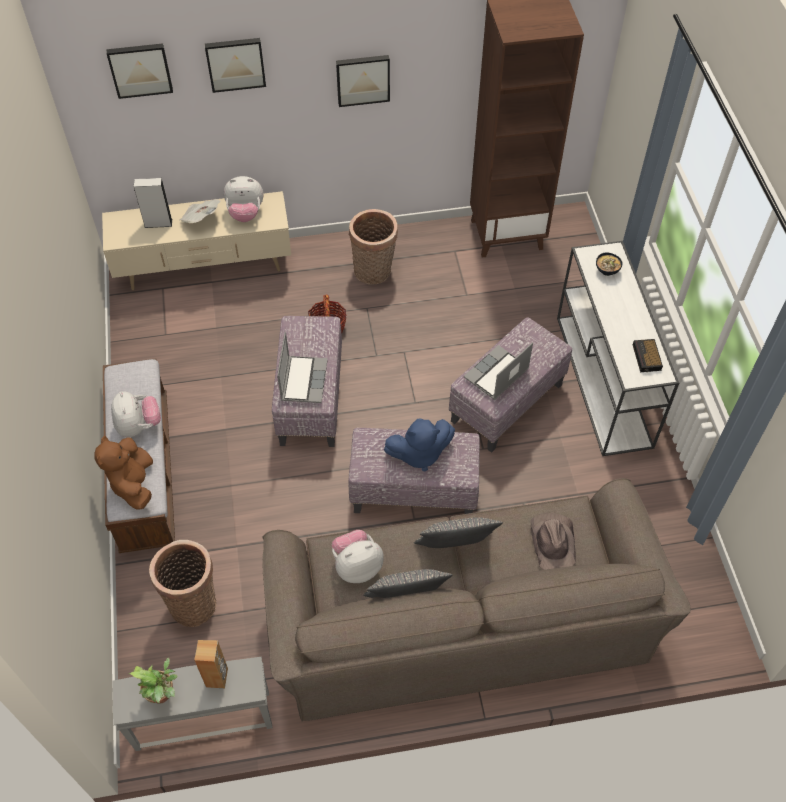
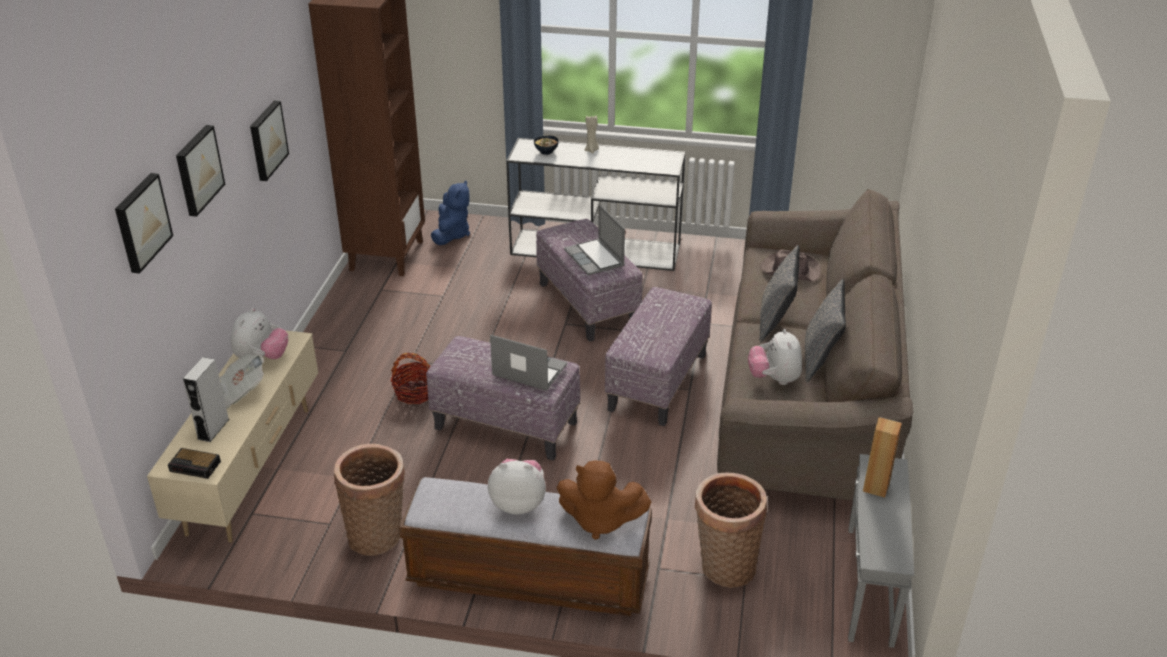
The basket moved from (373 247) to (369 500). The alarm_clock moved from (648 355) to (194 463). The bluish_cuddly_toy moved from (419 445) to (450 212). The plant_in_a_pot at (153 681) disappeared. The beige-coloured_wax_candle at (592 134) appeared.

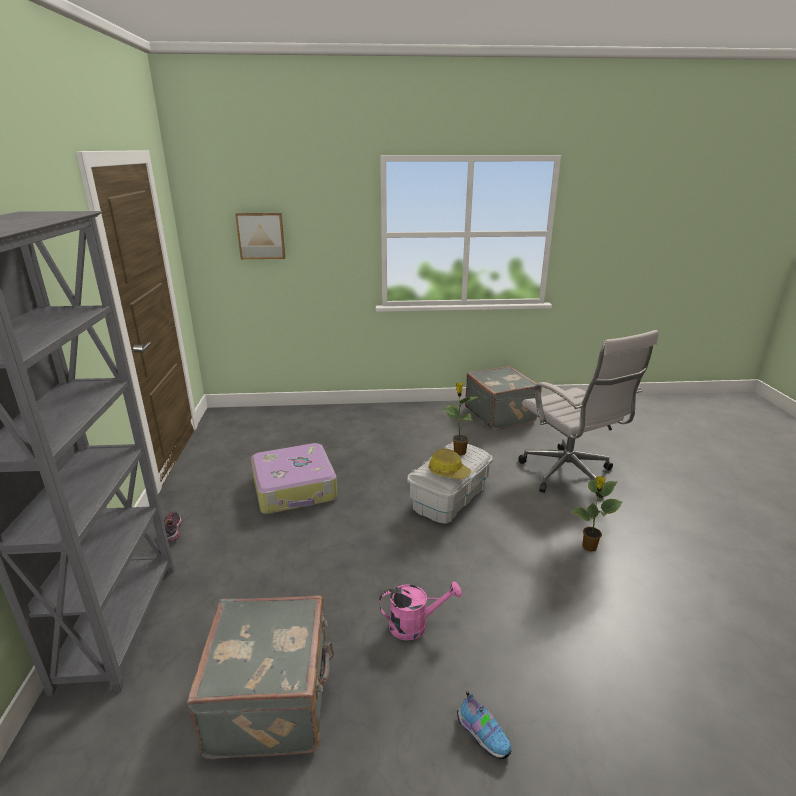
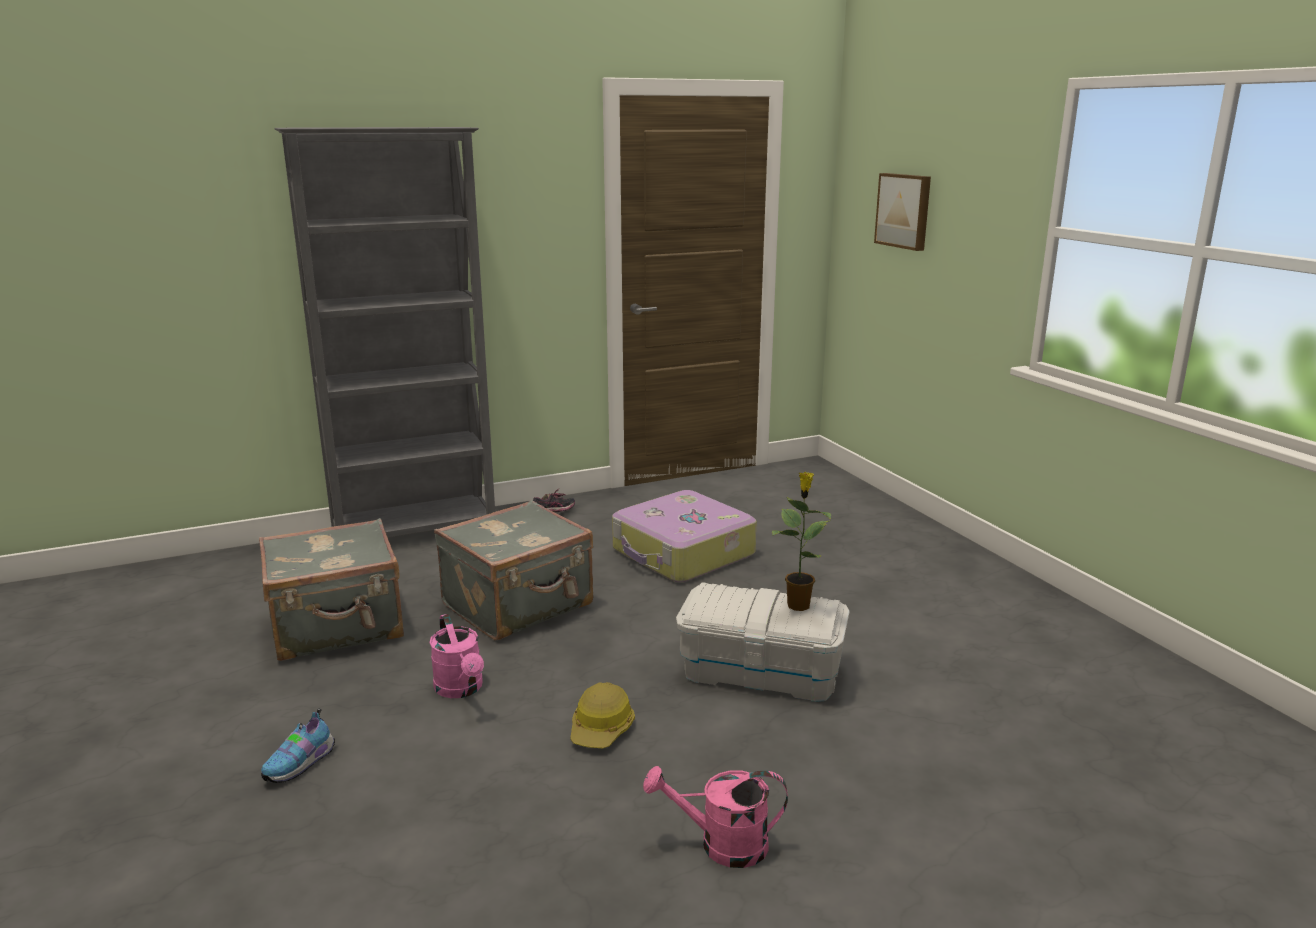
The whitish_computer_chair at (588 414) disappeared. The greyish_piece_of_luggage moved from (503 398) to (513 570). The hard_hat moved from (449 463) to (602 715). The plant_in_a_pot at (596 514) was replaced by the pink_sprinkling_can at (715 817).

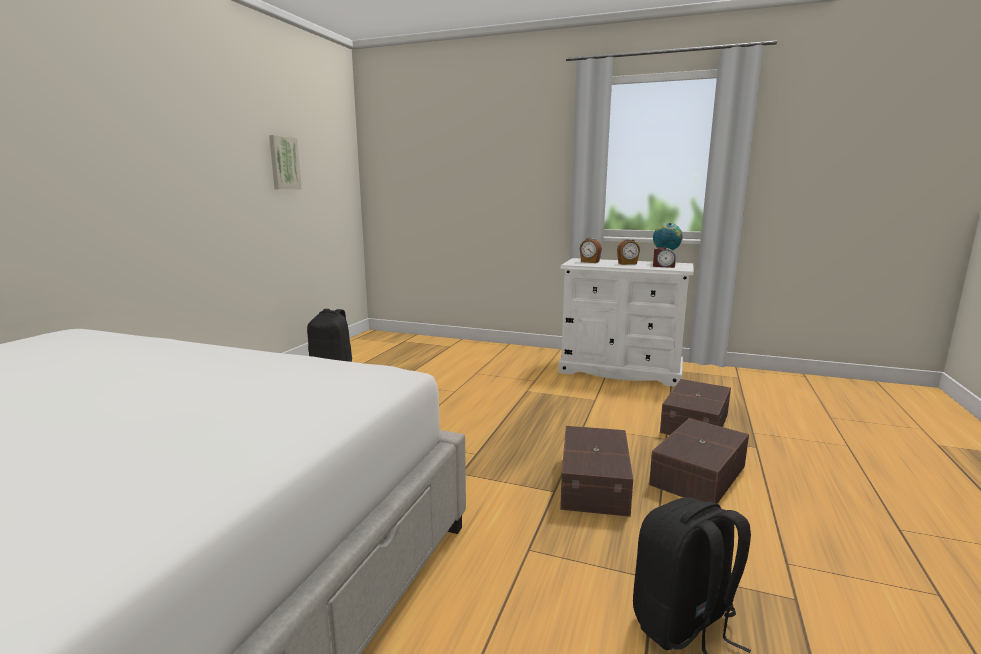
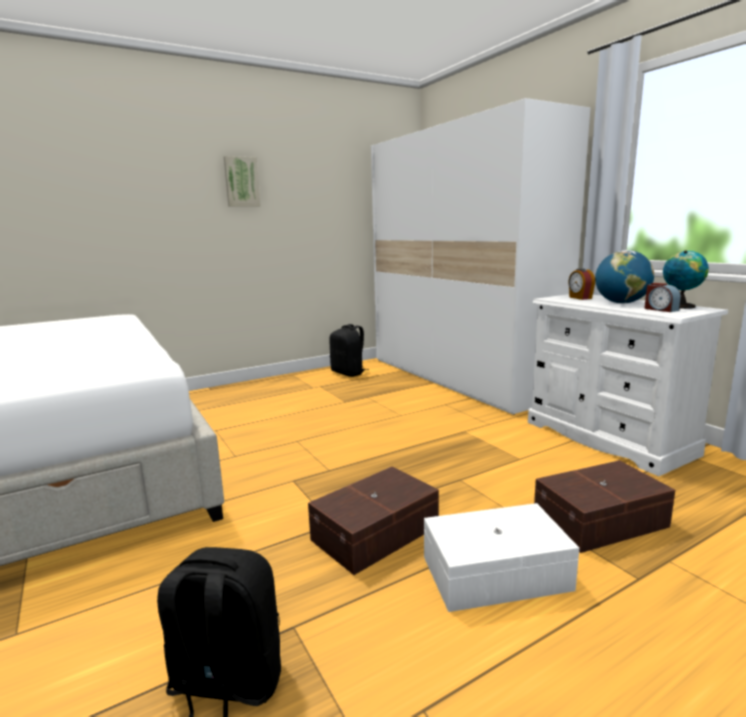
The picture moved from (285 162) to (242 181). The alarm_clock at (628 252) was replaced by the world_globe at (624 277). The brownish_storage_bin at (699 461) became the whitish_storage_bin at (501 557). The whitish_armoire at (481 256) appeared.

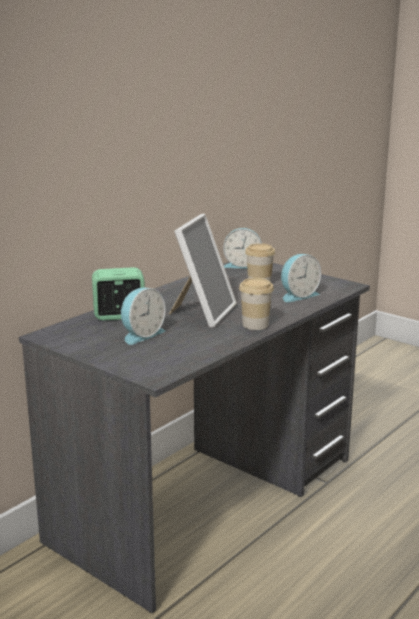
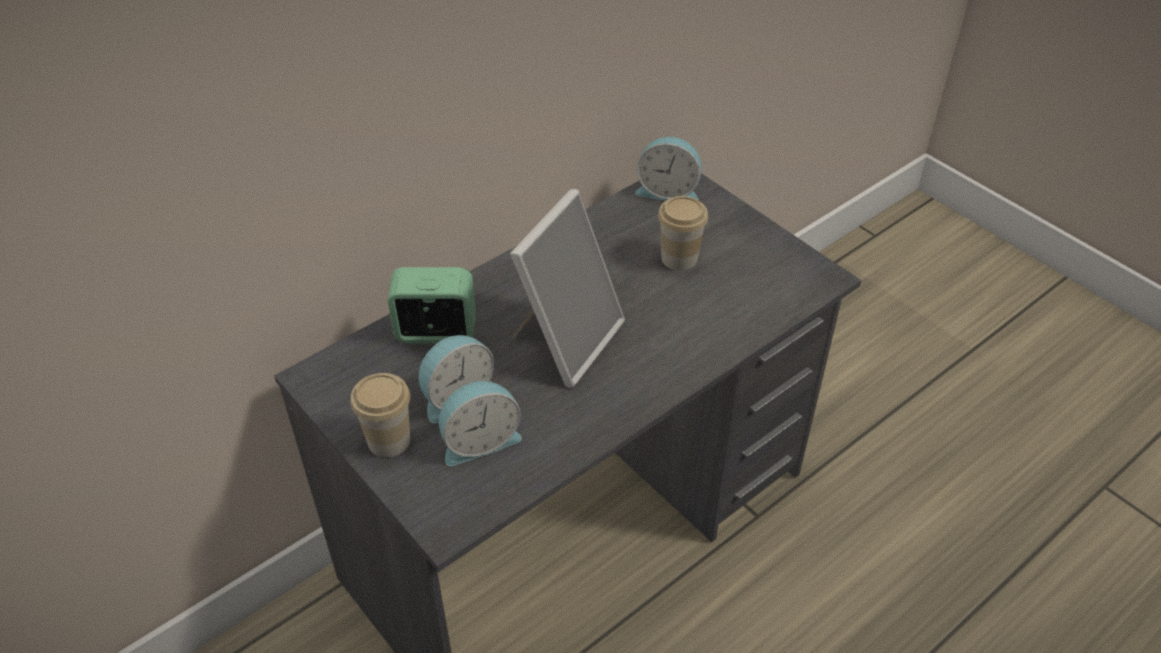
The alarm_clock moved from (301 278) to (480 423). The small_cup moved from (256 304) to (380 415).

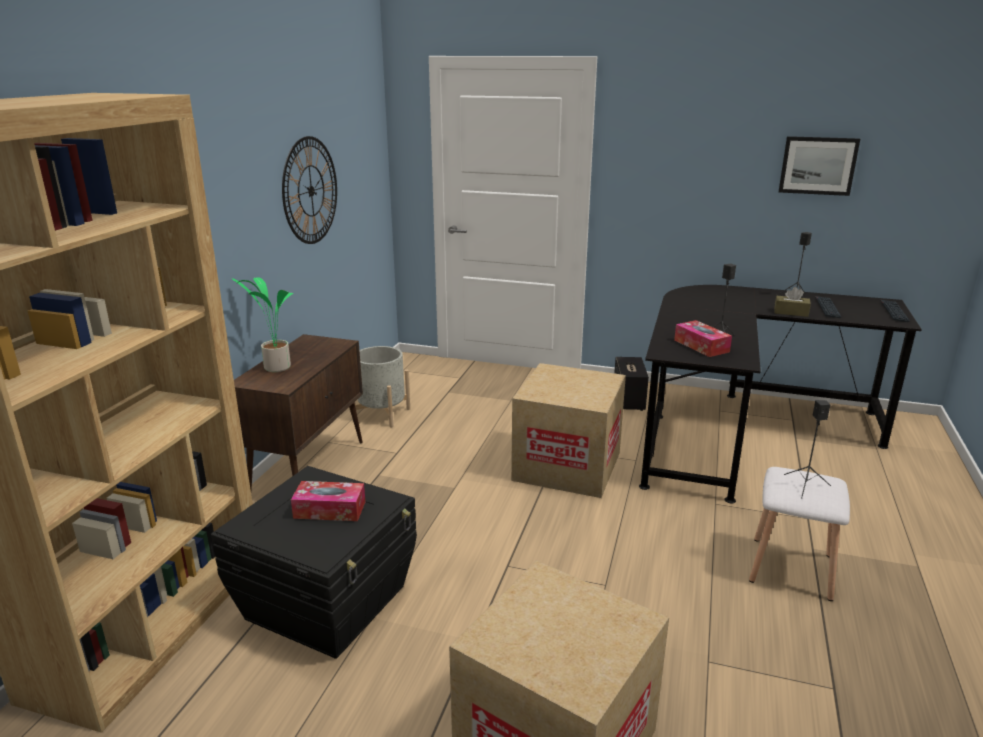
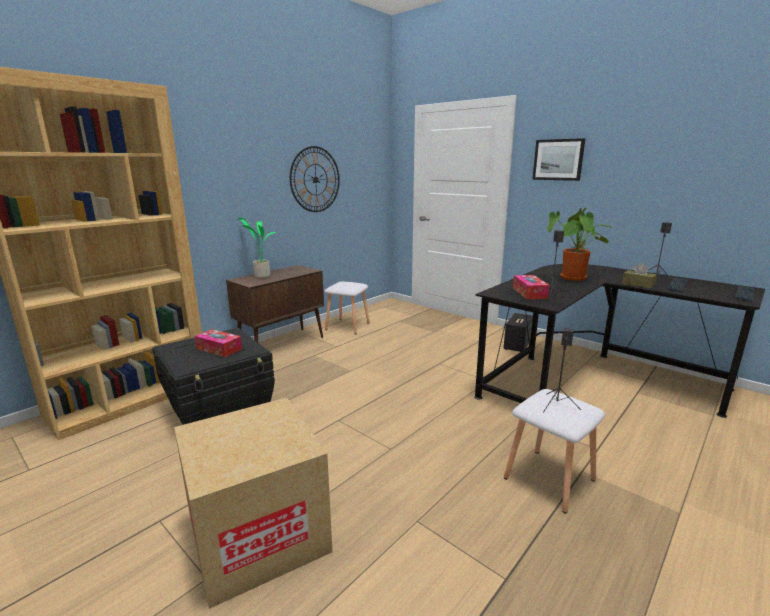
The picture moved from (819 166) to (558 159). The greyish_plant_pot at (382 387) was replaced by the whitish_sitting_stool at (347 307). The packing_box at (568 430) disappeared. The plant_in_a_pot at (580 244) appeared.

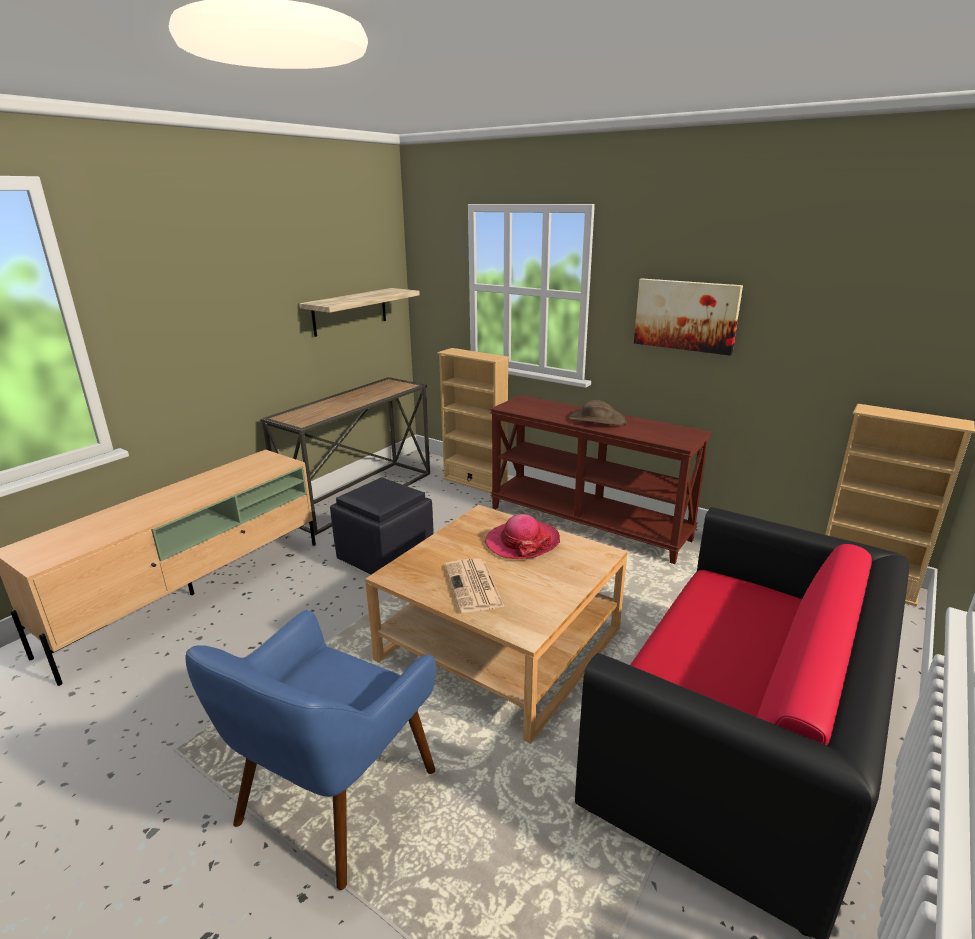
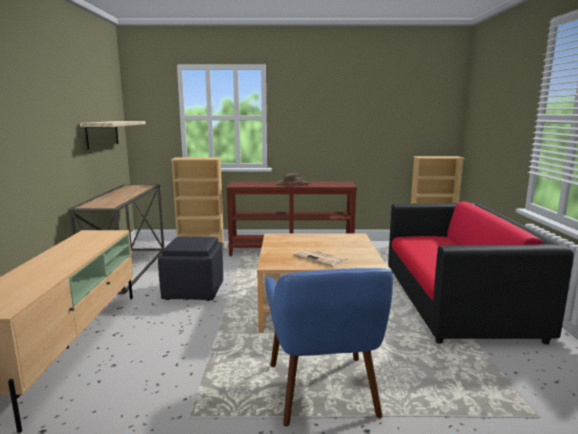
The picture at (688 317) disappeared. The hat at (522 536) disappeared.

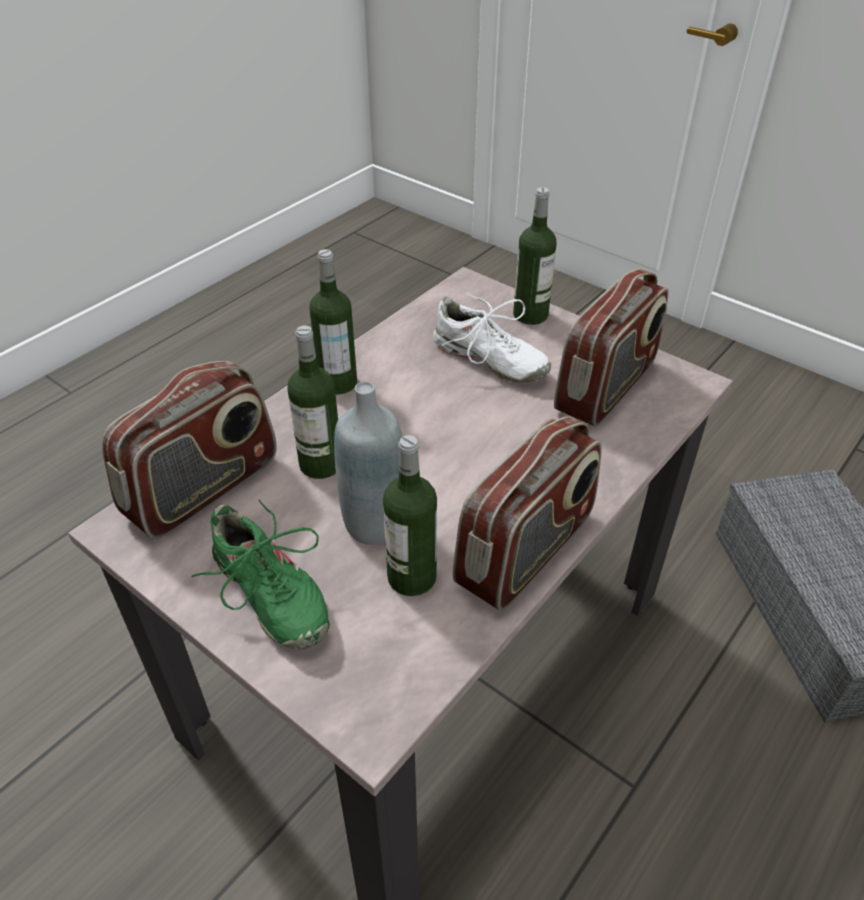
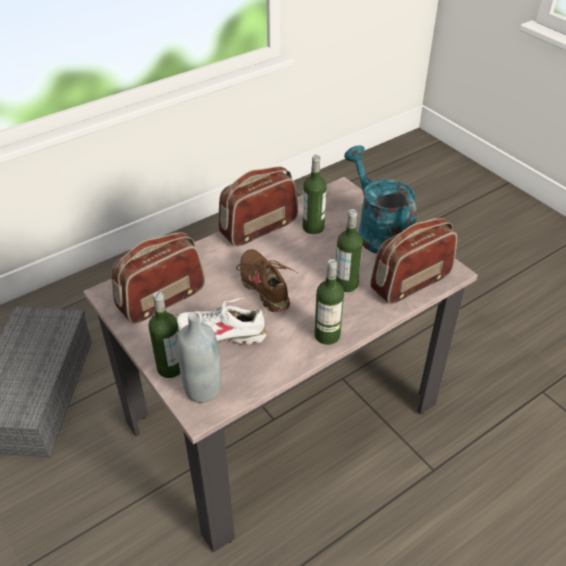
The whitish_low_shoe at (492 338) turned 45 degrees counterclockwise. The greyish_drink_bottle moved from (368 463) to (199 357). The greenish_low_shoe at (260 575) was replaced by the blue-green_sprinkling_can at (380 199). The brownish_low_shoe at (267 280) appeared.

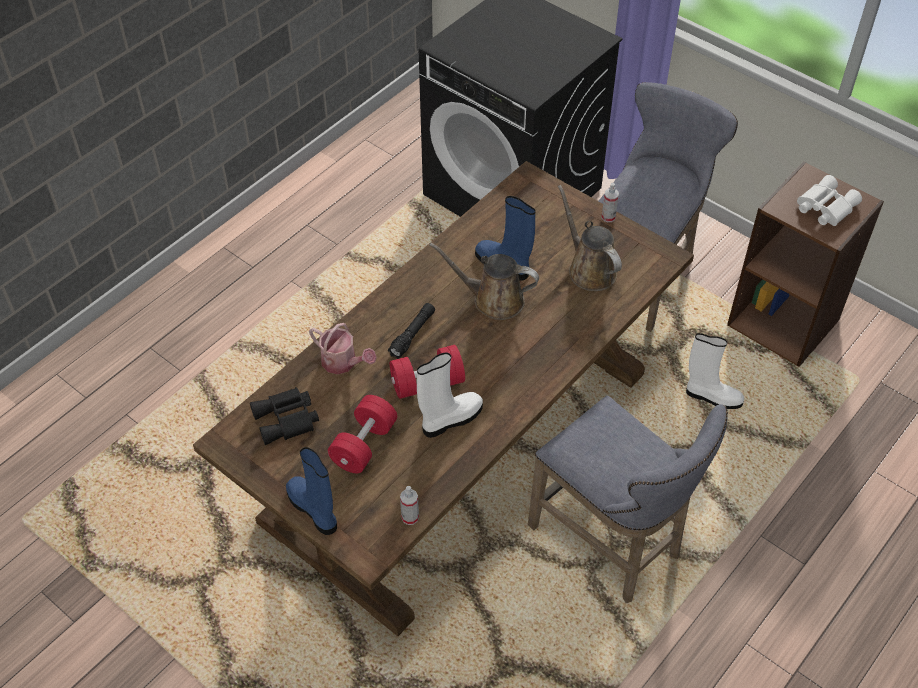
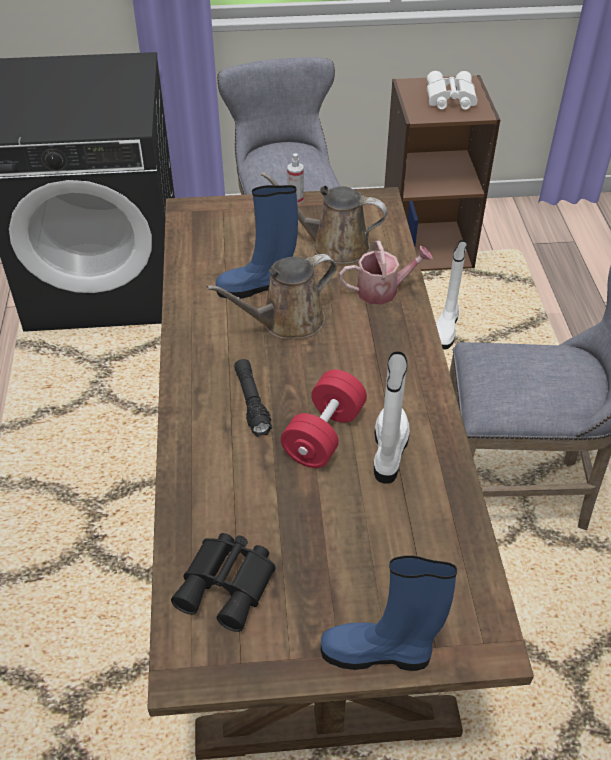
The sprinkling_can moved from (343 348) to (386 273). The whitish_tall_boot at (715 371) turned 135 degrees clockwise. The red_free_weight at (362 434) disappeared. The sprayer at (409 505) disappeared.

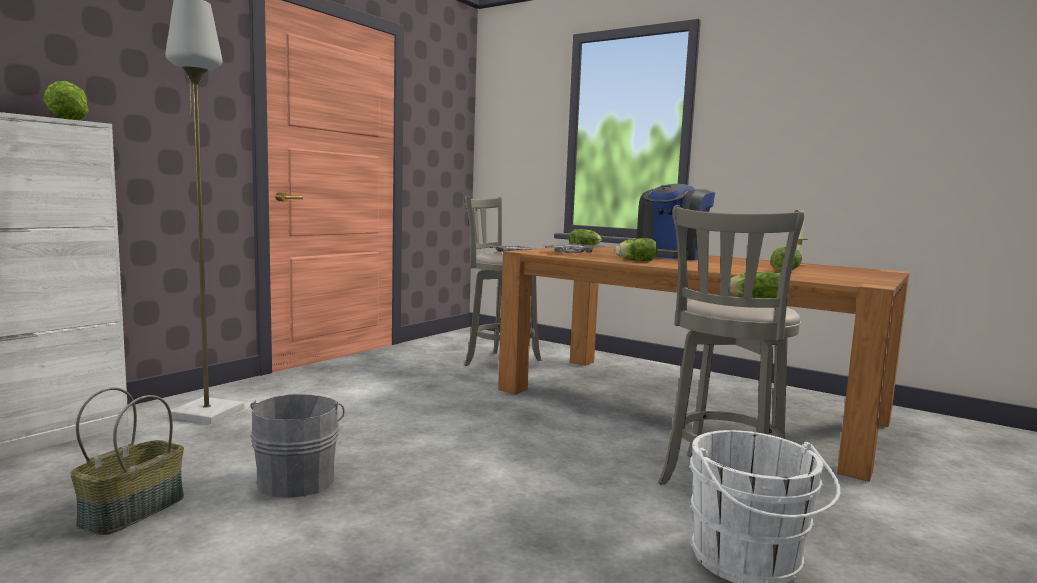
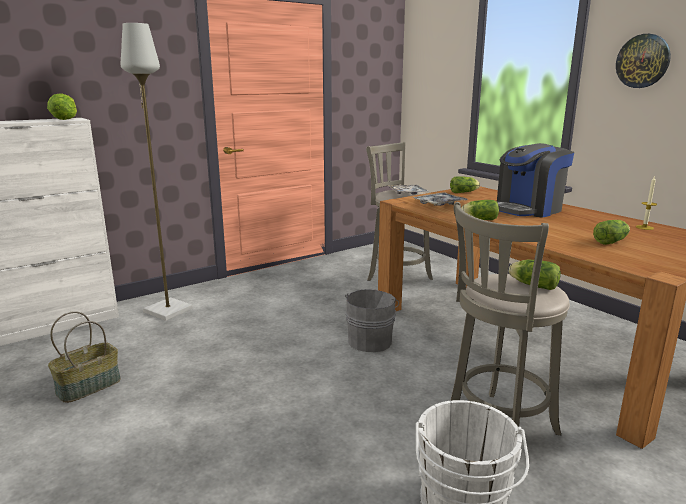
The greyish_bucket moved from (297 446) to (372 320). The clock_on_the_wall at (643 61) appeared.

